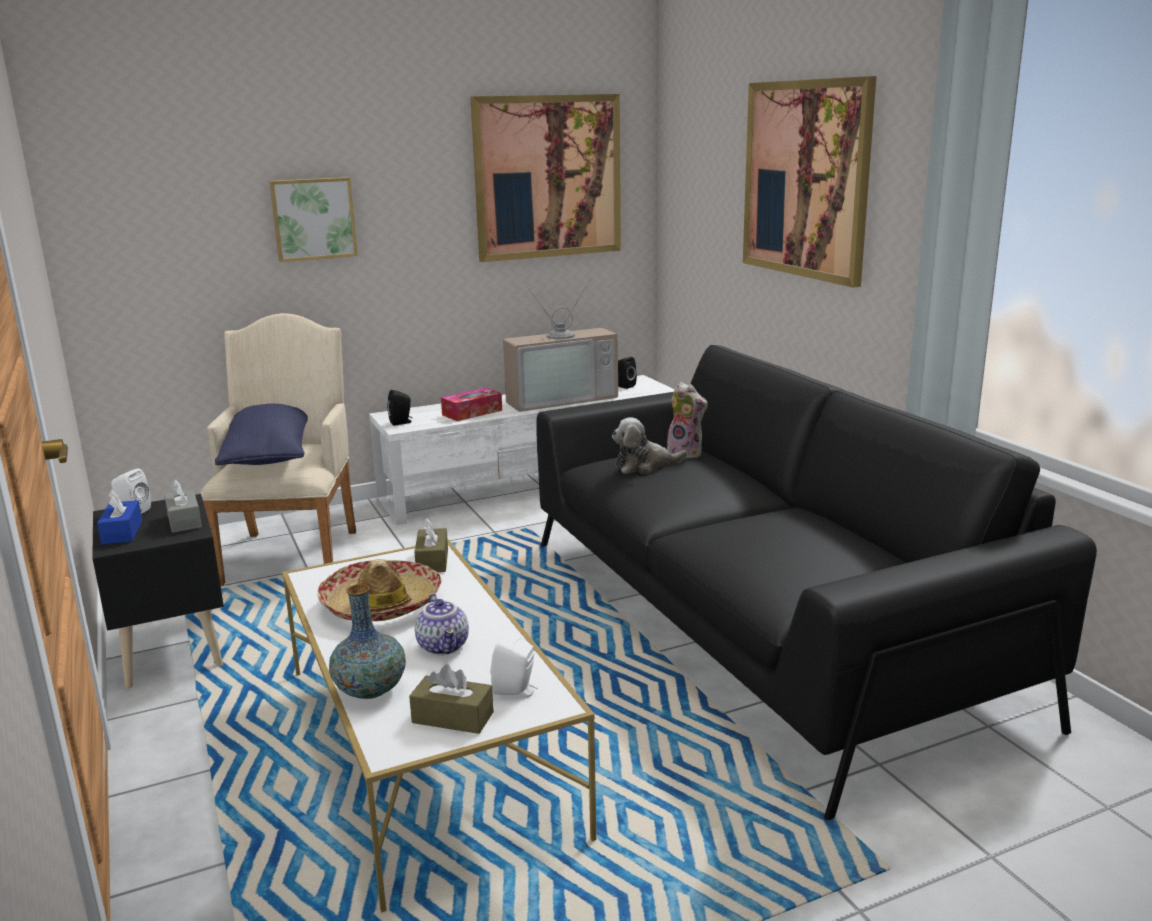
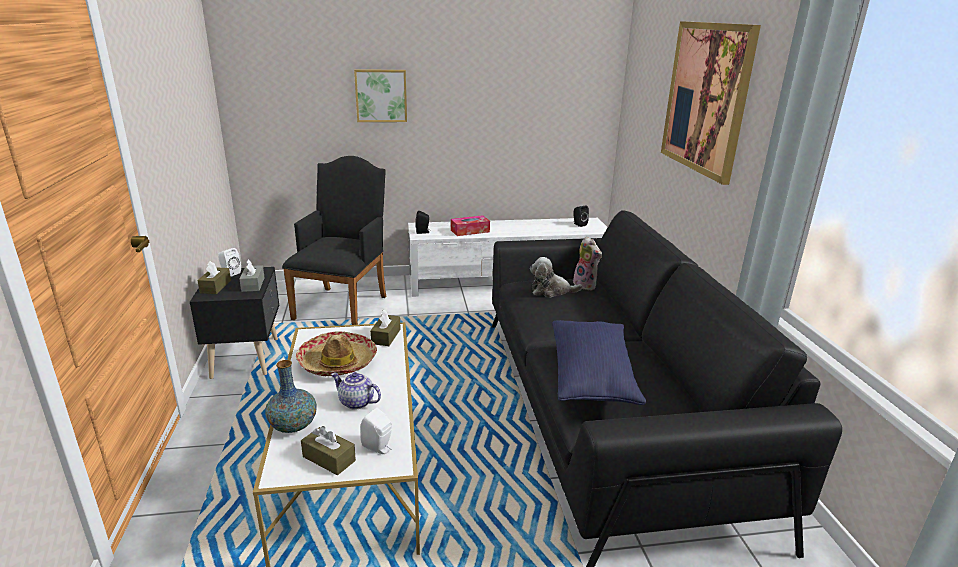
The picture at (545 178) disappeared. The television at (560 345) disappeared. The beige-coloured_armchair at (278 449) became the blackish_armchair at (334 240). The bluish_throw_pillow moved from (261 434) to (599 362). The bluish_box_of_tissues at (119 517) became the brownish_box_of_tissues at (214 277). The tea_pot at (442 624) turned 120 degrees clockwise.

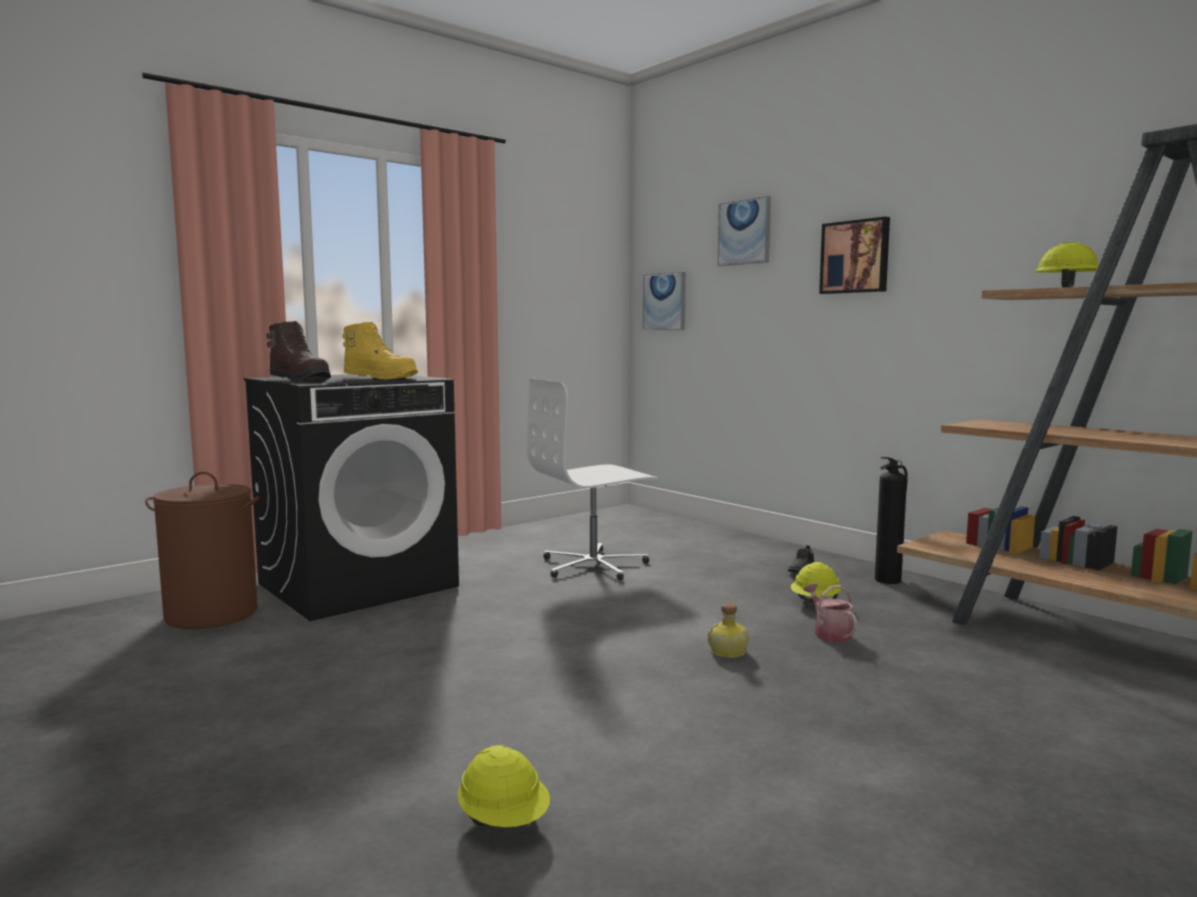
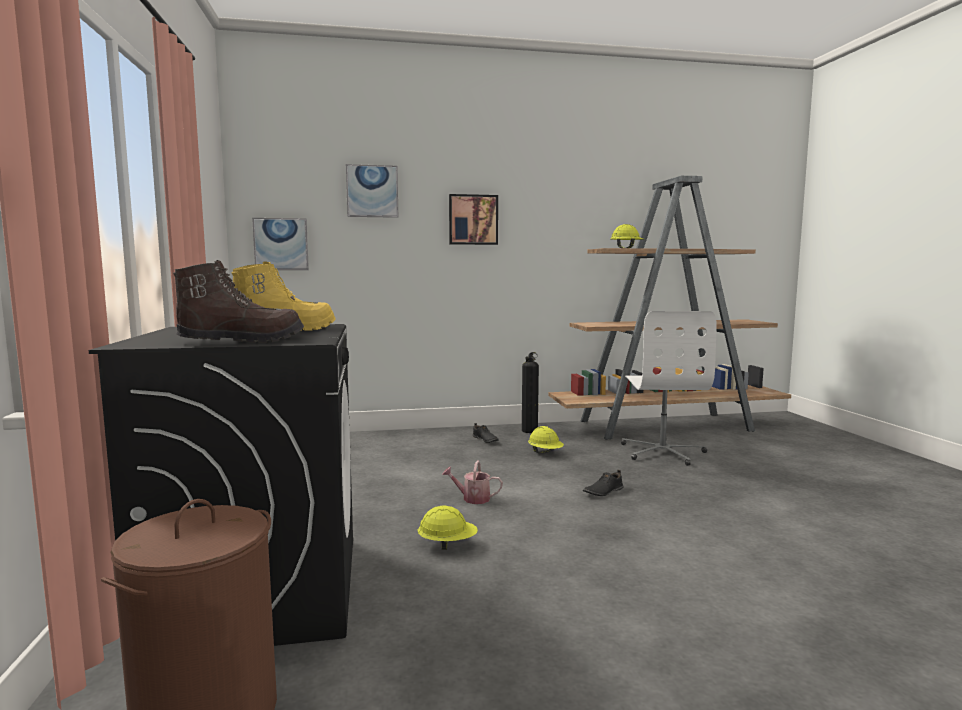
The whitish_computer_chair moved from (592 479) to (669 388). The sprinkling_can moved from (831 613) to (472 482). The drink_bottle at (728 630) was replaced by the blackish_low_shoe at (603 483). The yellow_hard_hat moved from (503 786) to (448 527).

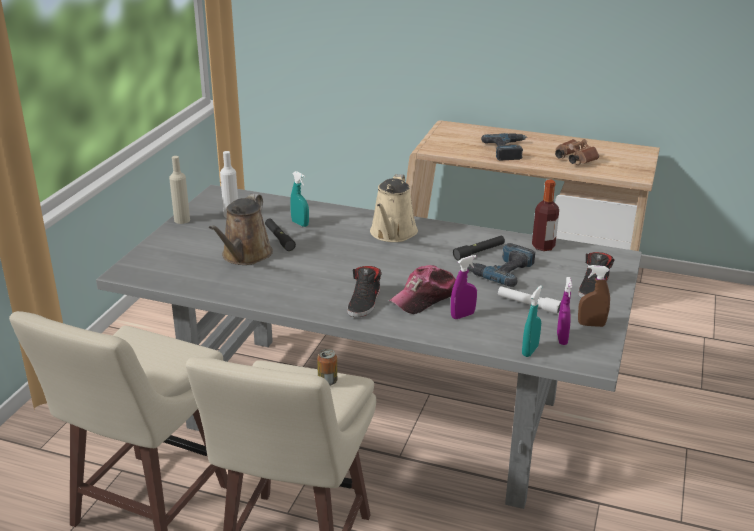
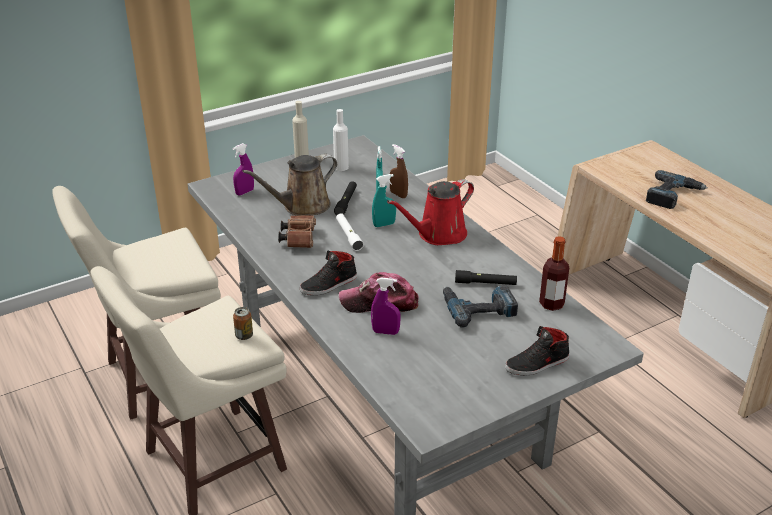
The brownish_binoculars moved from (577 152) to (297 231). The beige-coloured_sprinkling_can at (394 208) became the red_sprinkling_can at (430 212). The brownish_sprayer moved from (594 296) to (399 171). The purplish_sprayer moved from (564 311) to (243 169). The blue-green_sprayer moved from (532 321) to (384 200). The whitish_hand_torch moved from (529 300) to (350 232).

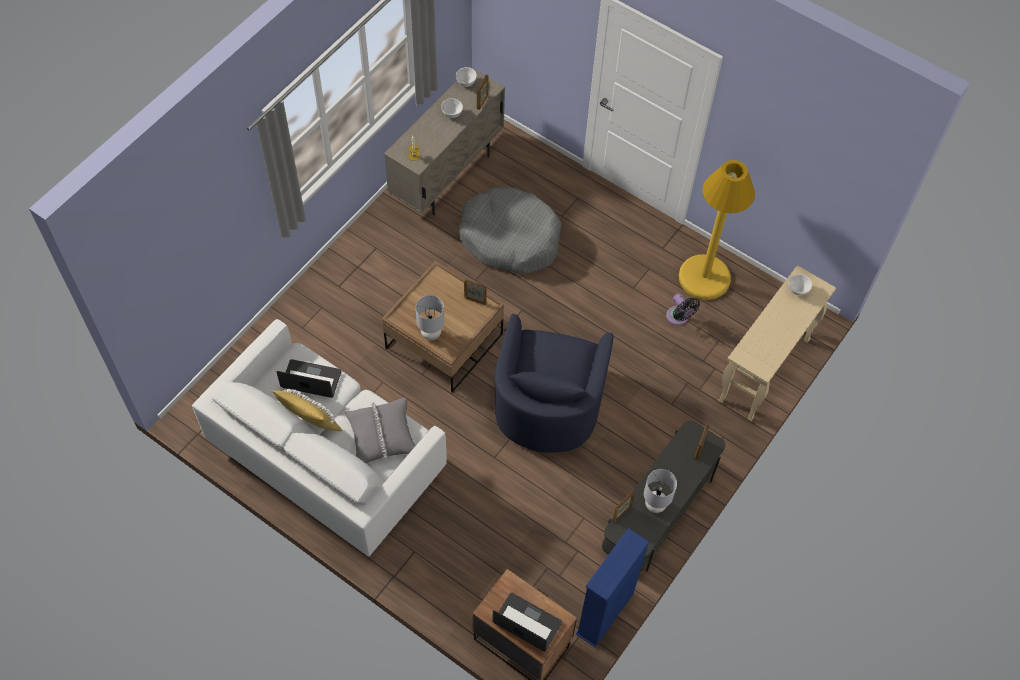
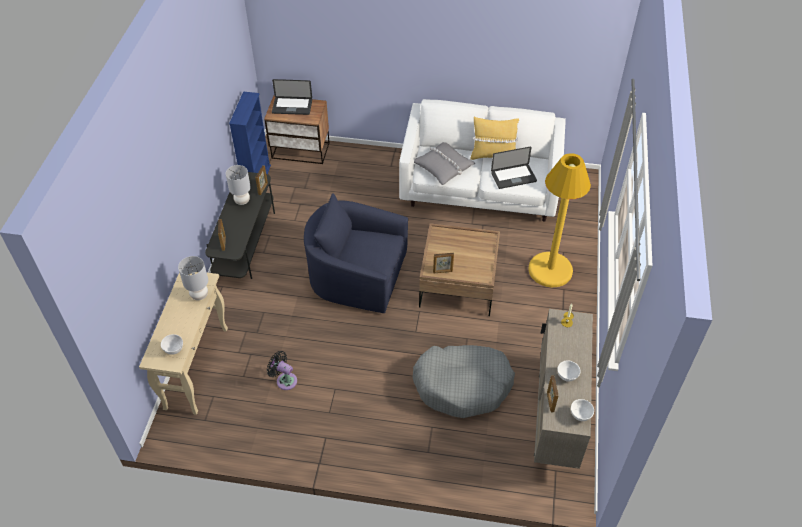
The yellow_floor_lamp moved from (717 230) to (559 220). The greyish_tabletop_lamp moved from (430 317) to (193 278). The bluish_armchair at (554 383) turned 60 degrees counterclockwise.

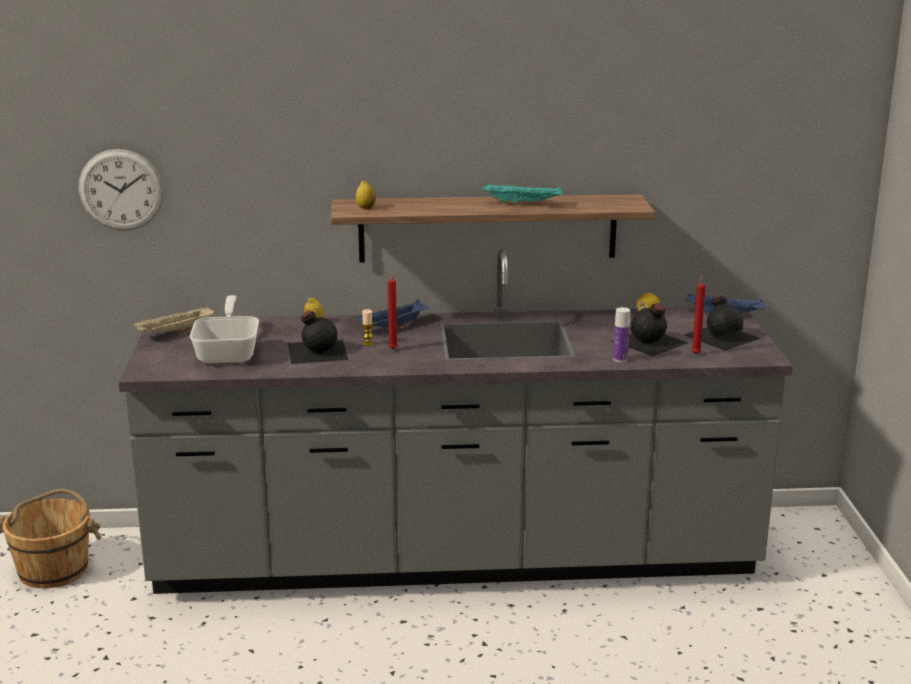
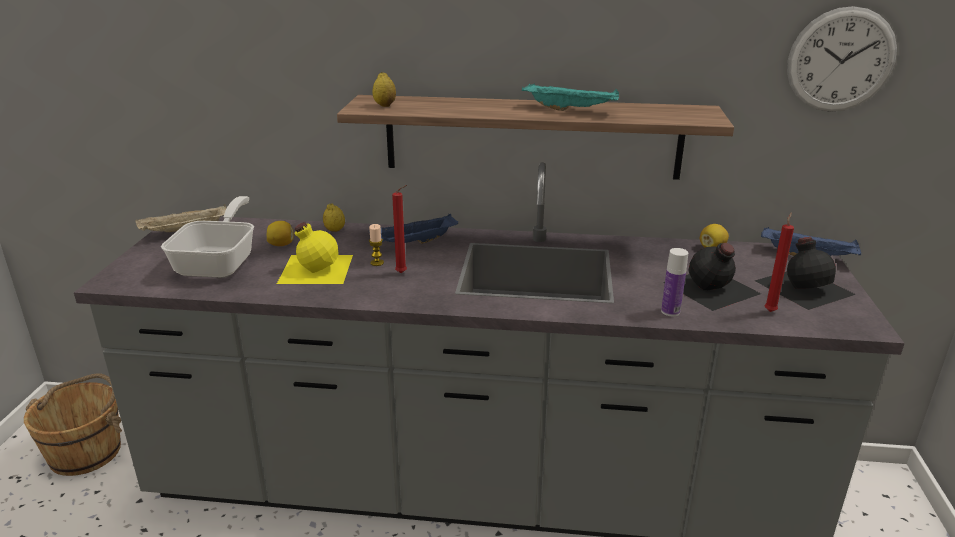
The clock_on_the_wall moved from (121 190) to (842 59). The blackish_drink_bottle at (318 337) became the yellow_drink_bottle at (315 253). The lemon at (280 233) appeared.

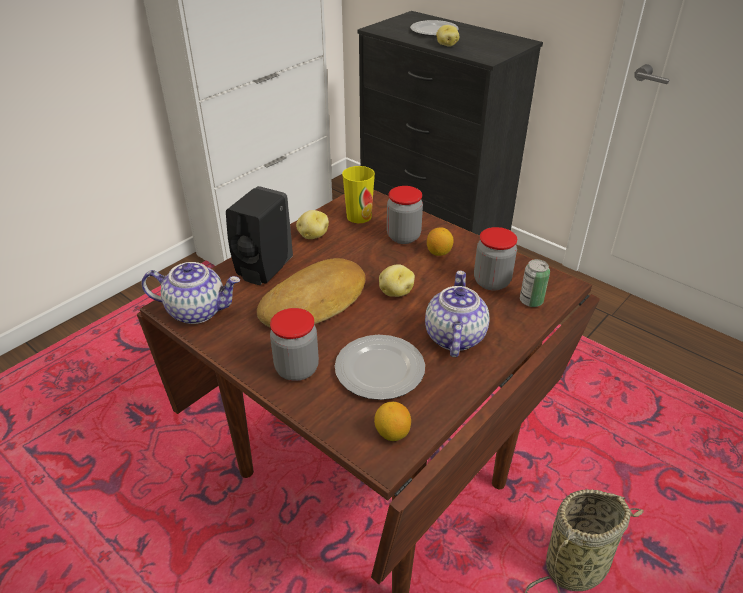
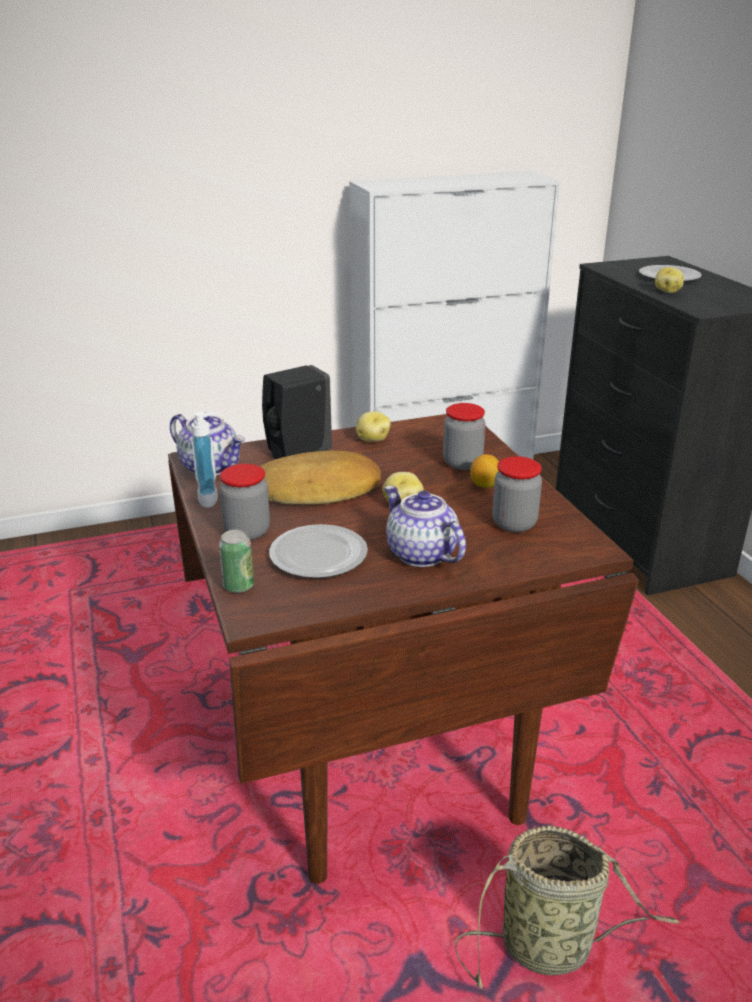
The small_cup at (358 194) disappeared. The sealed_can moved from (535 283) to (236 561). The tea_pot at (457 314) turned 75 degrees counterclockwise. The lemon at (392 421) disappeared. The soap_bottle at (205 460) appeared.

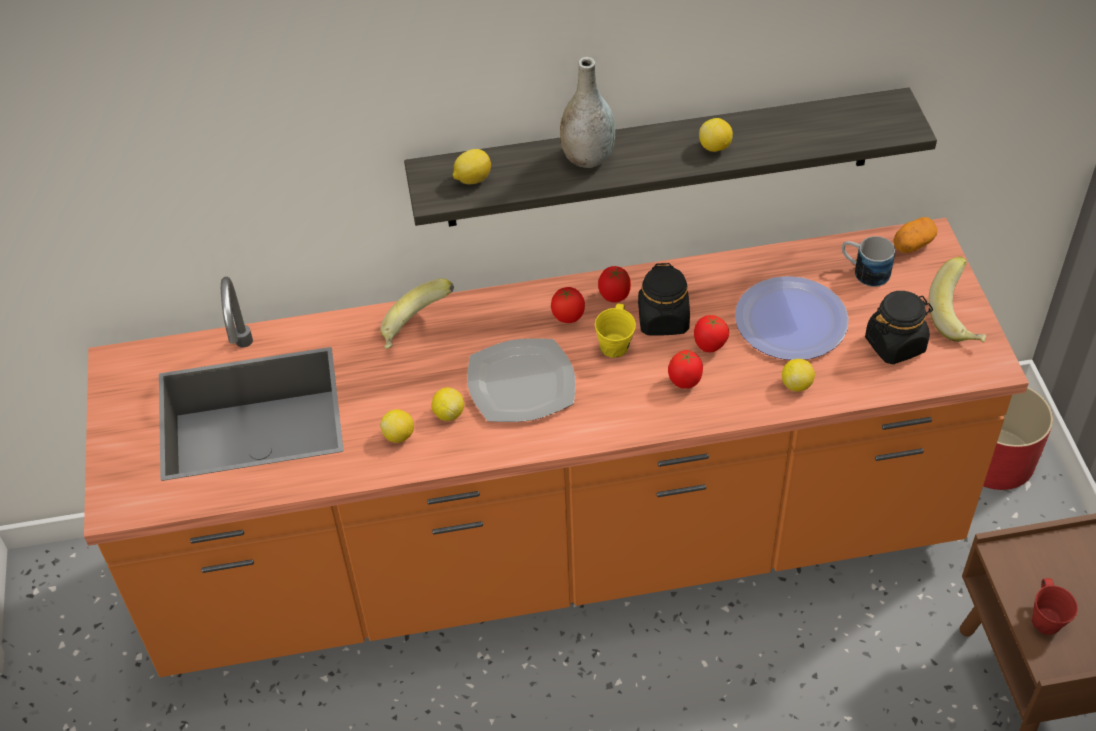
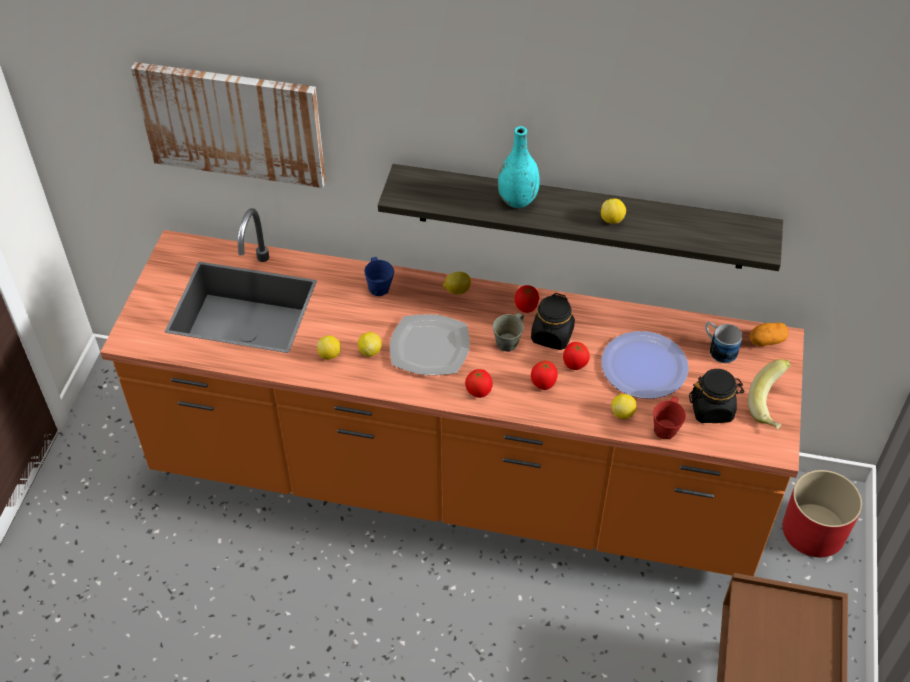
The greyish_flower_vase at (587 112) became the blue-green_flower_vase at (519 167). The lemon moved from (472 166) to (457 283). The banana at (417 313) was replaced by the bluish_coffee_mug at (379 276). The whole_tomato moved from (568 305) to (479 383). The yellow_coffee_mug at (615 331) became the greyish_coffee_mug at (508 332). The red_coffee_mug moved from (1055 606) to (669 418). The picture at (228 125) appeared.

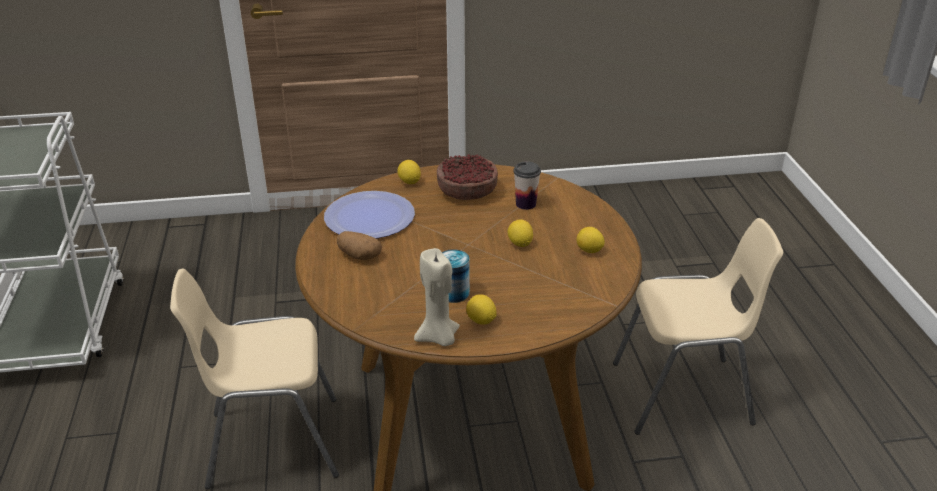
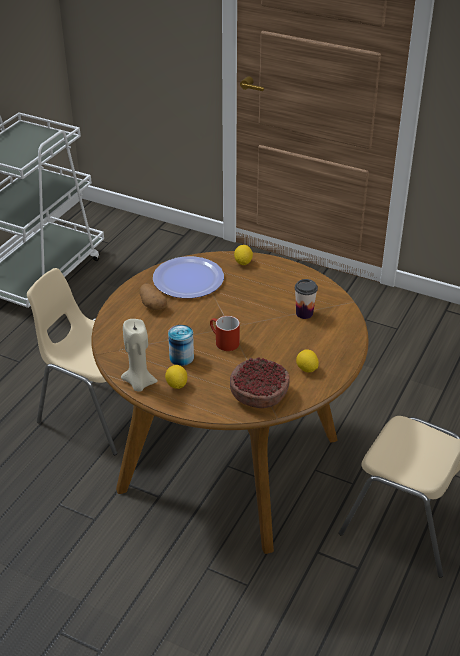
The bowl moved from (467 177) to (260 382). The lemon at (520 233) disappeared. The red_coffee_mug at (225 333) appeared.

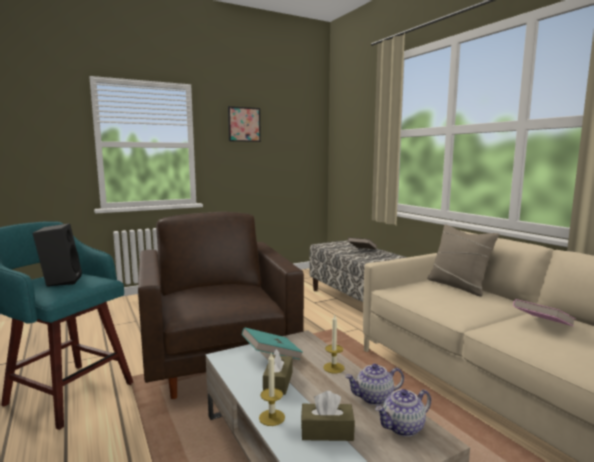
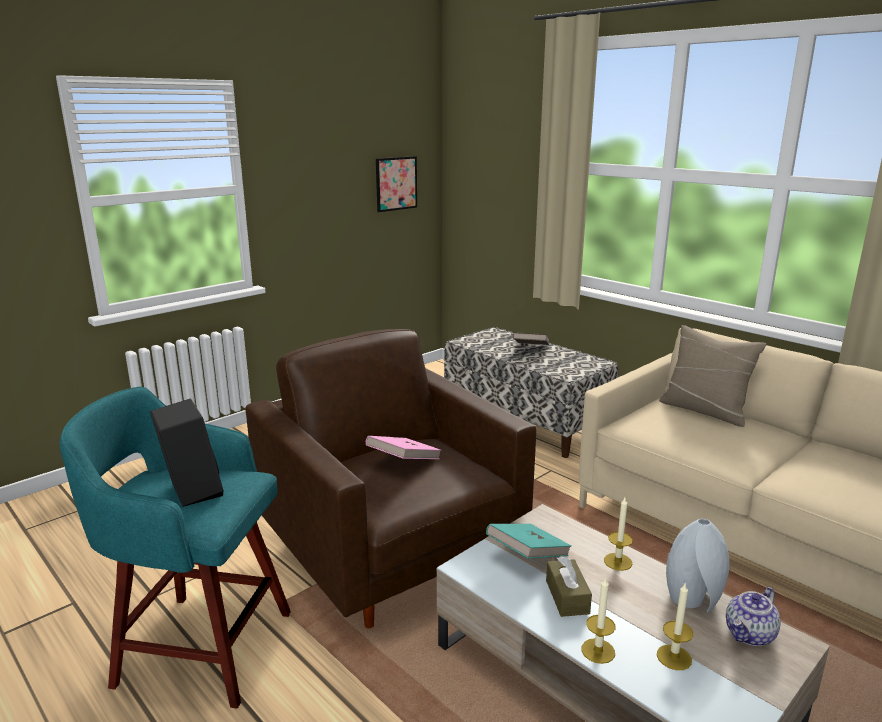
The picture moved from (244 124) to (396 184). The pink_volume moved from (544 312) to (404 447). The tea_pot at (374 384) was replaced by the greyish_flower_vase at (697 565). The brownish_box_of_tissues at (328 416) was replaced by the wax_candle at (675 626).

